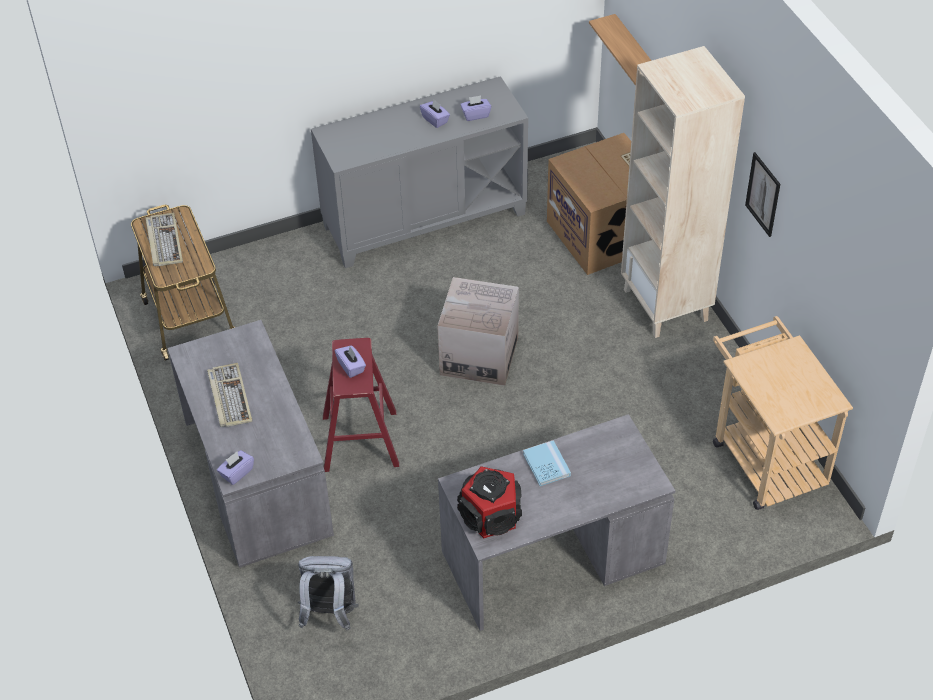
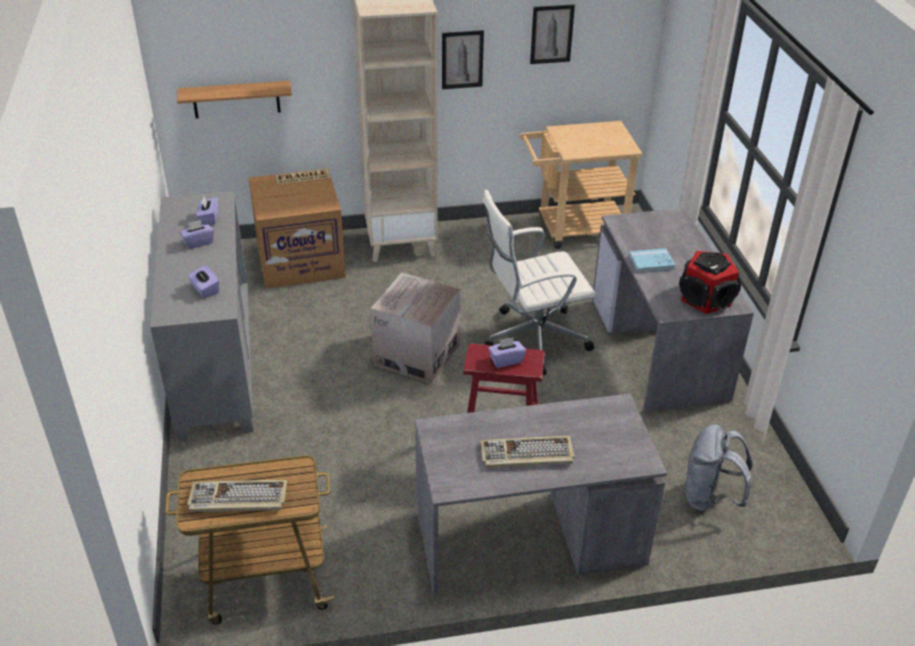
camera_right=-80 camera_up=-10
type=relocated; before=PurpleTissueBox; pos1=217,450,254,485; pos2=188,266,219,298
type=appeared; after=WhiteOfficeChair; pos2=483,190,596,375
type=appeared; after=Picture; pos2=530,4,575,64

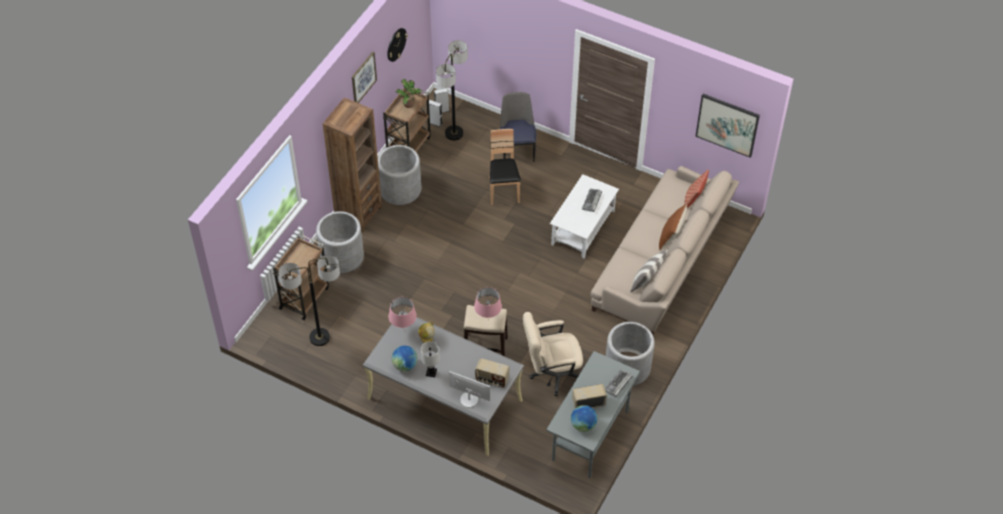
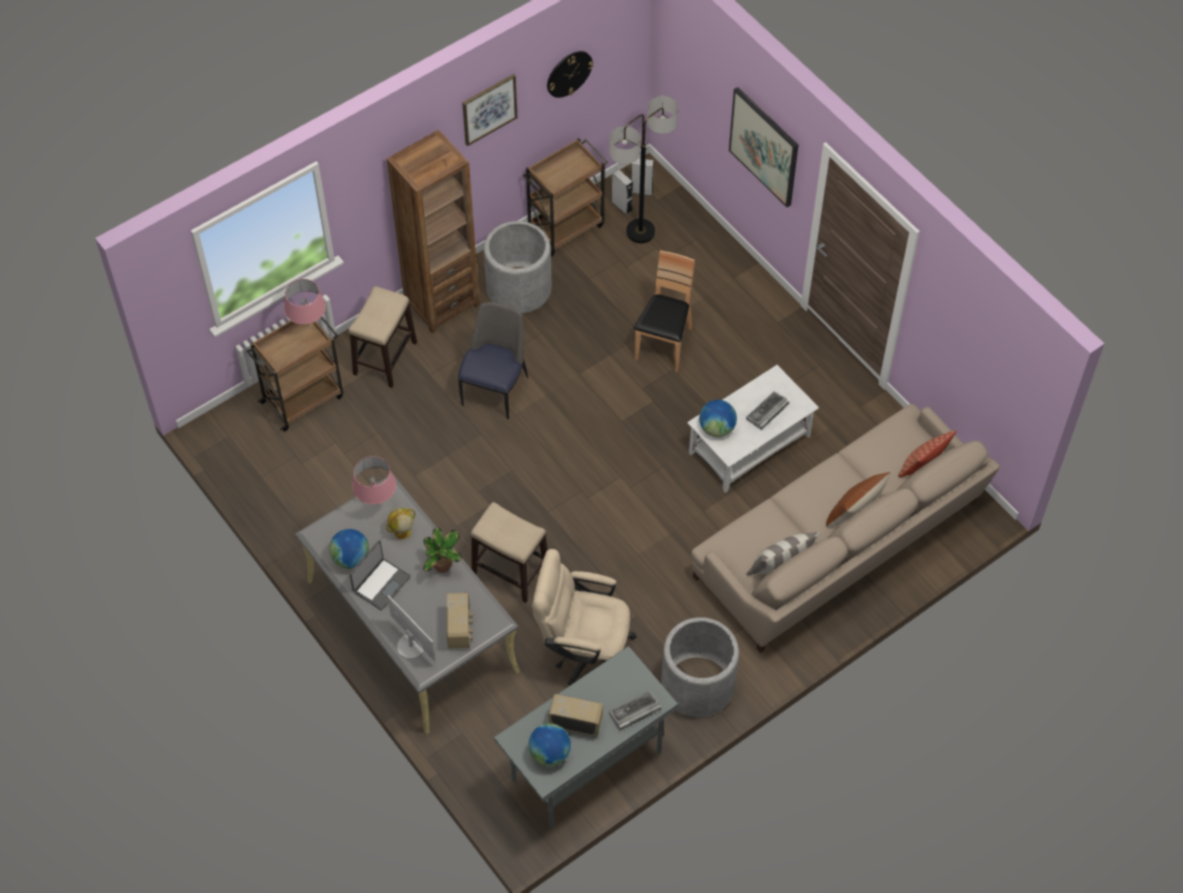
camera_right=25 camera_up=5
type=relocated; before=PinkTableLamp; pos1=474,287,502,318; pos2=284,279,326,330
type=exchanged; before=GreyPlanter; after=Stool; pos1=316,211,364,273; pos2=349,286,417,388
type=exchanged; before=WhiteTableLamp; after=Laptop; pos1=421,341,440,377; pos2=349,540,411,610
type=relocated; before=PottedPlant; pos1=396,79,422,108; pos2=423,527,462,573
type=spun; before=Radio; pos1=475,358,510,387; pos2=447,593,473,649; turn=-135
type=relocated; before=Chair; pos1=500,92,536,162; pos2=458,302,528,419
type=appeared; after=Globe; pos2=699,400,737,437
type=relocated; before=Picture; pos1=695,94,760,158; pos2=729,87,799,207
type=missing; before=FloorLamp; pos1=278,255,340,346

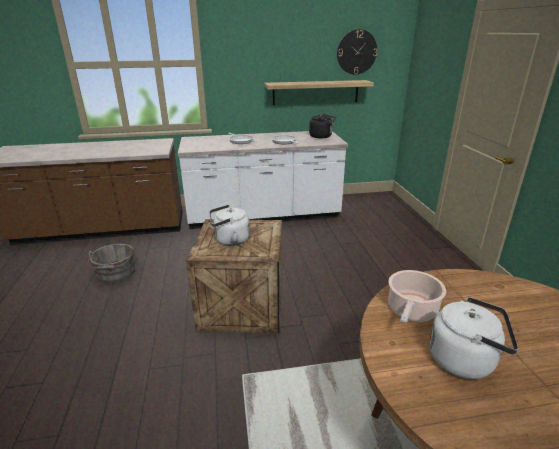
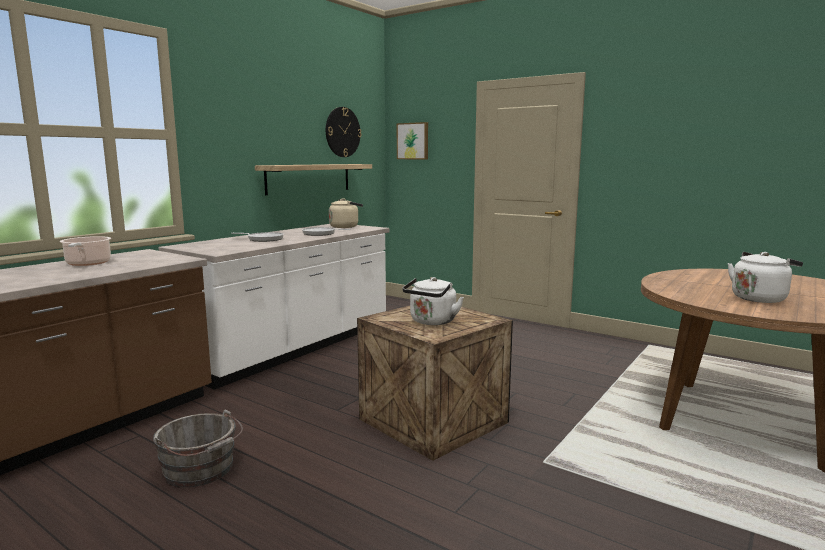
camera_right=-45 camera_up=-15
type=relocated; before=CookingPot; pos1=388,270,446,323; pos2=60,236,111,266
type=colour; before=BlackKettle; after=BeigeKettle; pos1=309,114,336,138; pos2=329,198,363,228
type=appeared; after=Picture; pos2=397,122,428,159

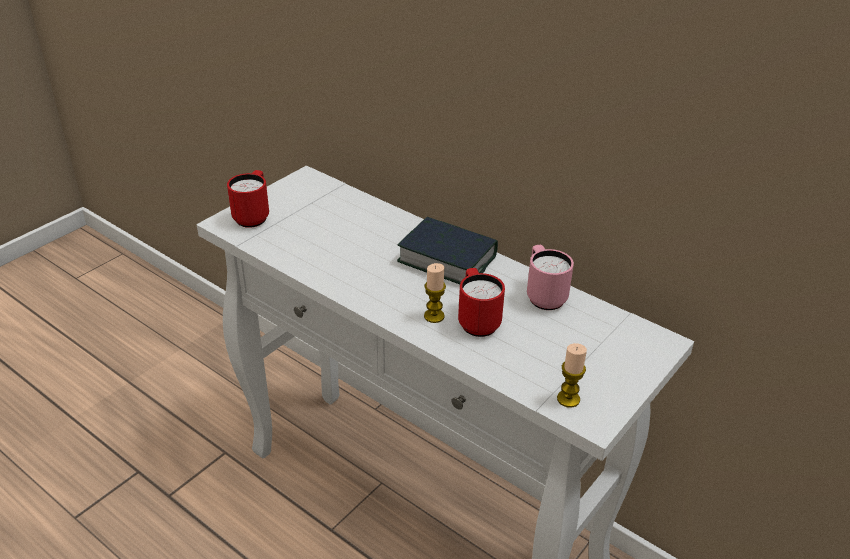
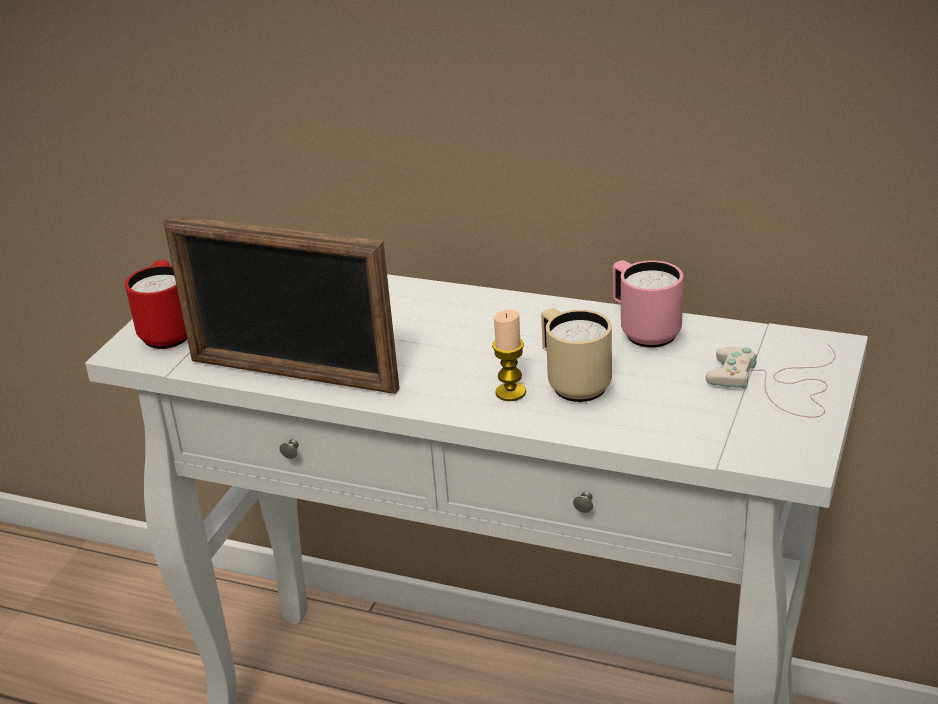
camera_right=-15 camera_up=-5
type=appeared; after=PictureFrame; pos2=163,215,400,394
type=colour; before=RedMug; after=BeigeMug; pos1=458,268,505,337; pos2=541,308,612,402
type=appeared; after=WhiteGameController; pos2=706,344,835,418
type=missing; before=Book; pos1=397,217,498,285
type=missing; before=Candle; pos1=557,343,587,408

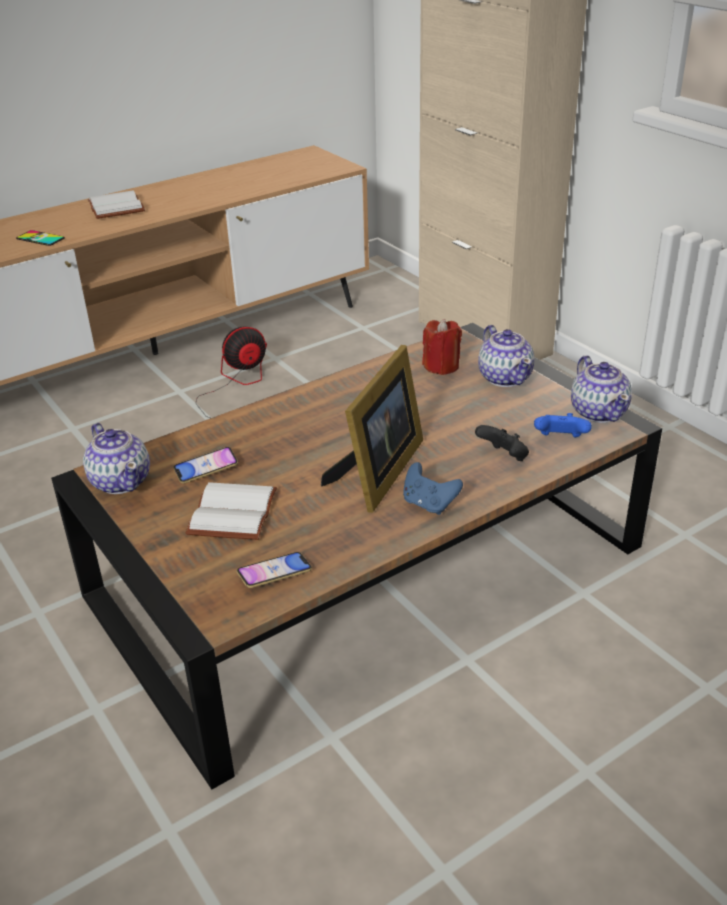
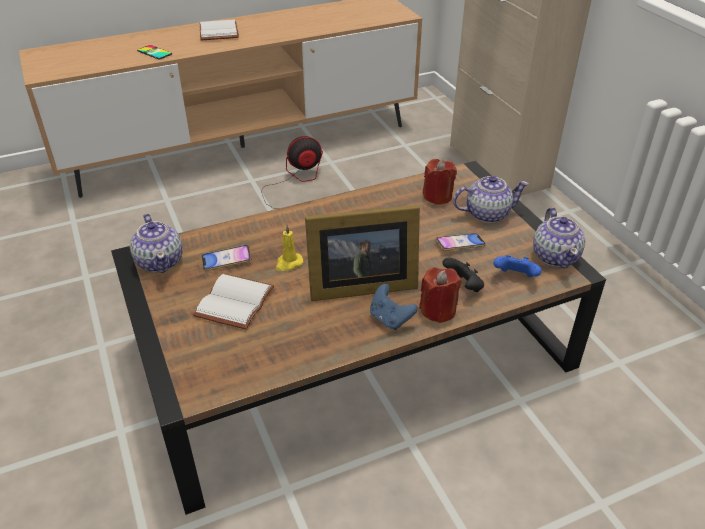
camera_right=10 camera_up=5
type=appeared; after=YellowCandle; pos2=276,225,303,271
type=spun; before=PictureFrame; pos1=321,345,423,513; pos2=305,205,420,301; turn=45
type=appeared; after=RedCandle; pos2=419,267,461,323
type=relocated; before=Phone; pos1=236,552,312,588; pos2=436,233,486,251
type=spun; before=Teapot; pos1=478,325,534,387; pos2=453,176,529,223; turn=-90

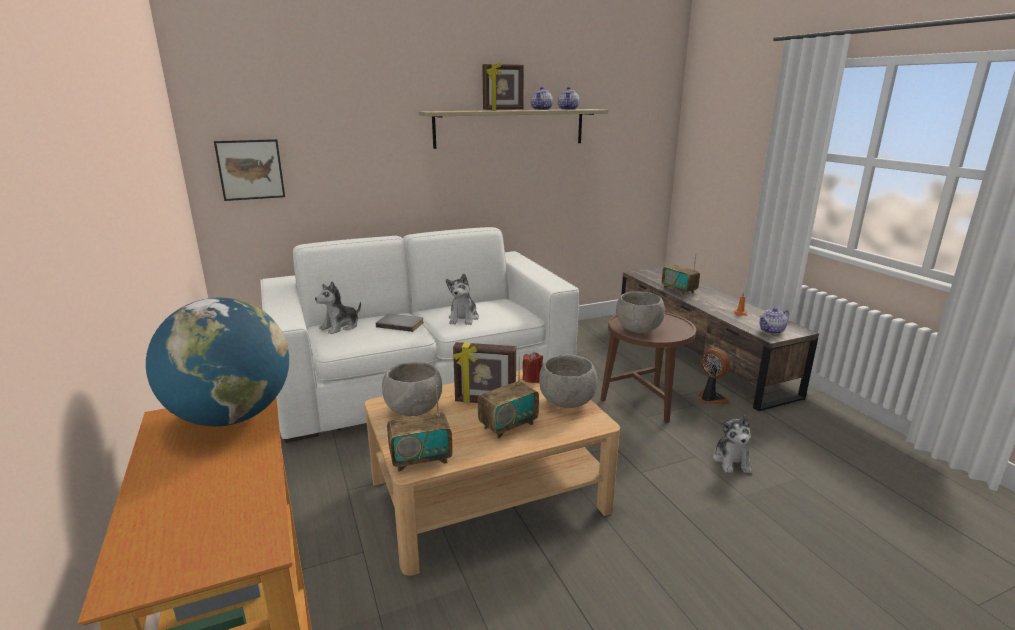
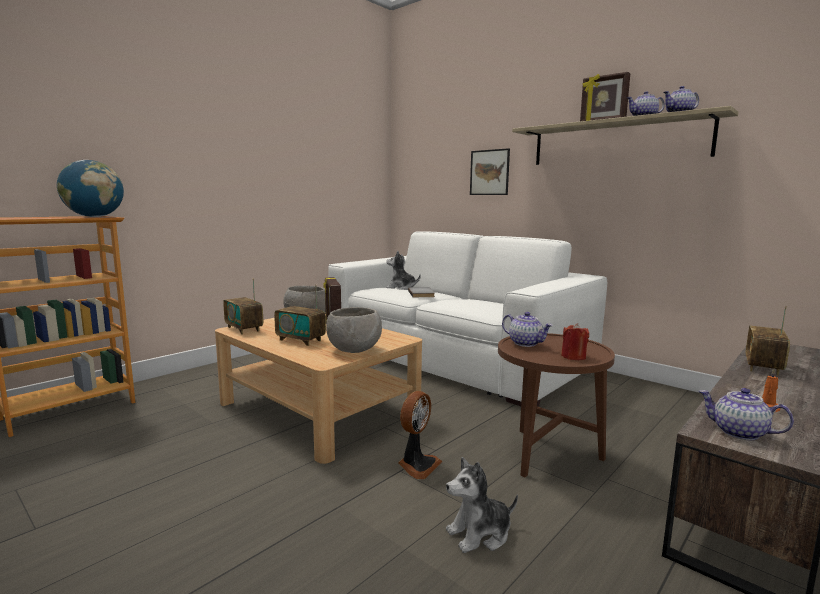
camera_right=65 camera_up=-10
type=relocated; before=Fan; pos1=698,348,730,405; pos2=398,391,442,479
type=relocated; before=Picture; pos1=214,139,285,201; pos2=470,148,510,195
type=exchanged; before=GreyBowl; after=Teapot; pos1=616,291,665,333; pos2=502,312,553,347
type=relocated; before=RedCandle; pos1=522,352,543,383; pos2=561,323,589,360
type=missing; before=PlushToy; pos1=446,274,479,325

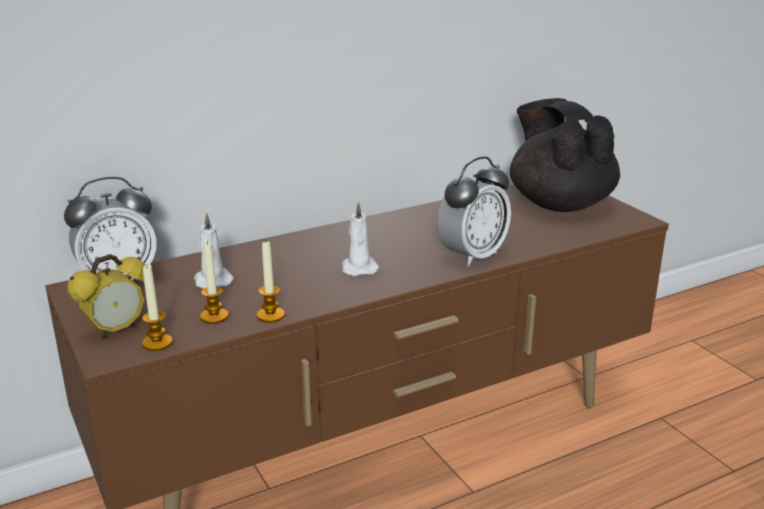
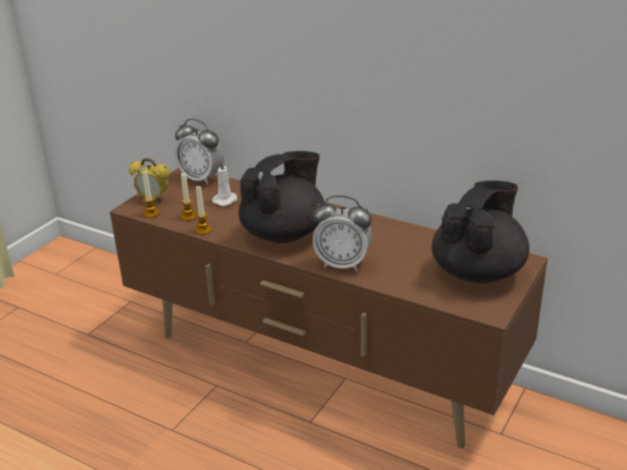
camera_right=60 camera_up=5
type=exchanged; before=WhiteCandle; after=BlackTeapot; pos1=341,201,379,276; pos2=239,151,324,243

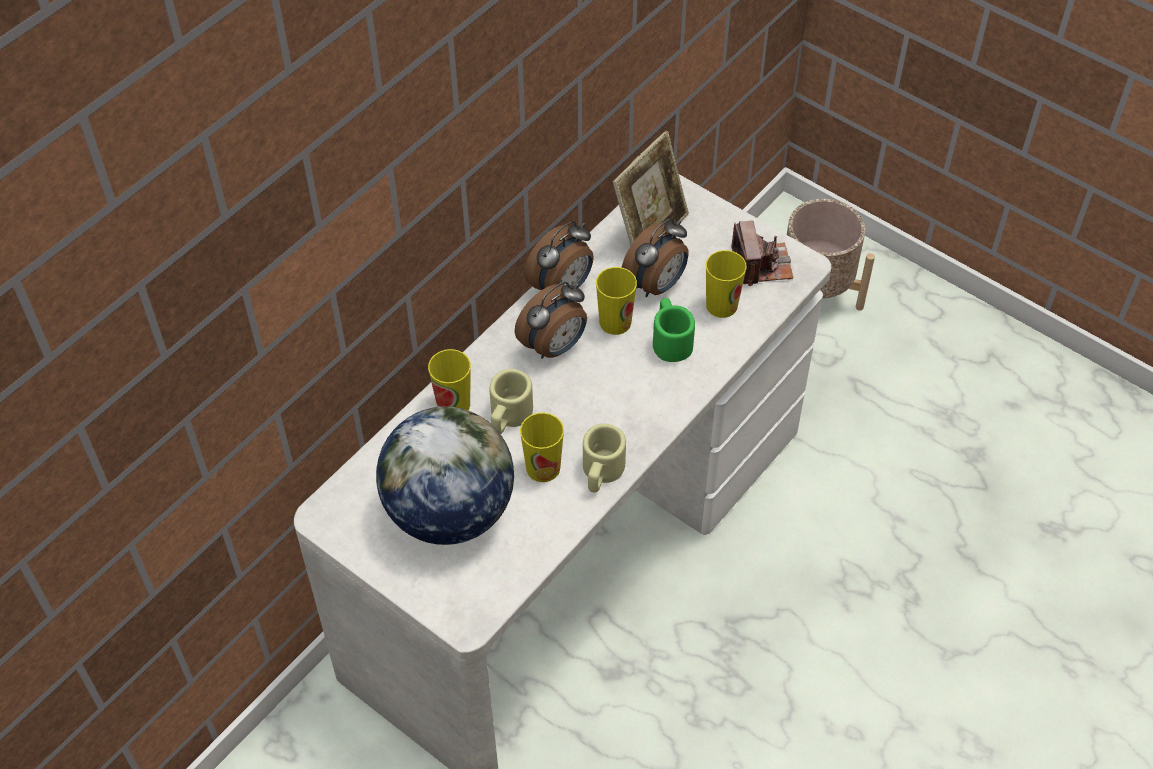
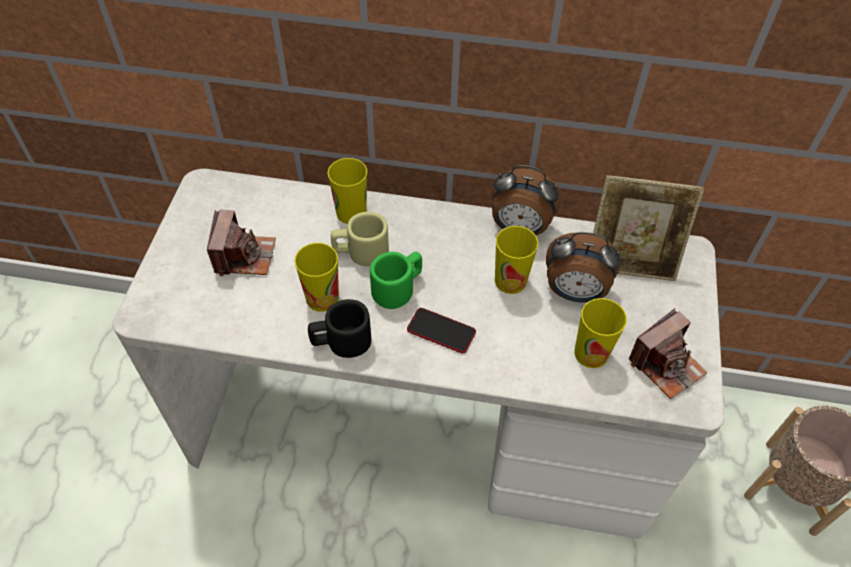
camera_right=60 camera_up=0
type=exchanged; before=Globe; after=PhotoCamera; pos1=376,406,514,545; pos2=207,209,276,276
type=colour; before=BeigeMug; after=BlackMug; pos1=583,424,626,493; pos2=308,299,371,358
type=relocated; before=GreenMug; pos1=653,298,695,362; pos2=370,252,422,309
type=appeared; after=Phone; pos2=407,308,476,353
type=missing; before=AlarmClock; pos1=514,282,587,359

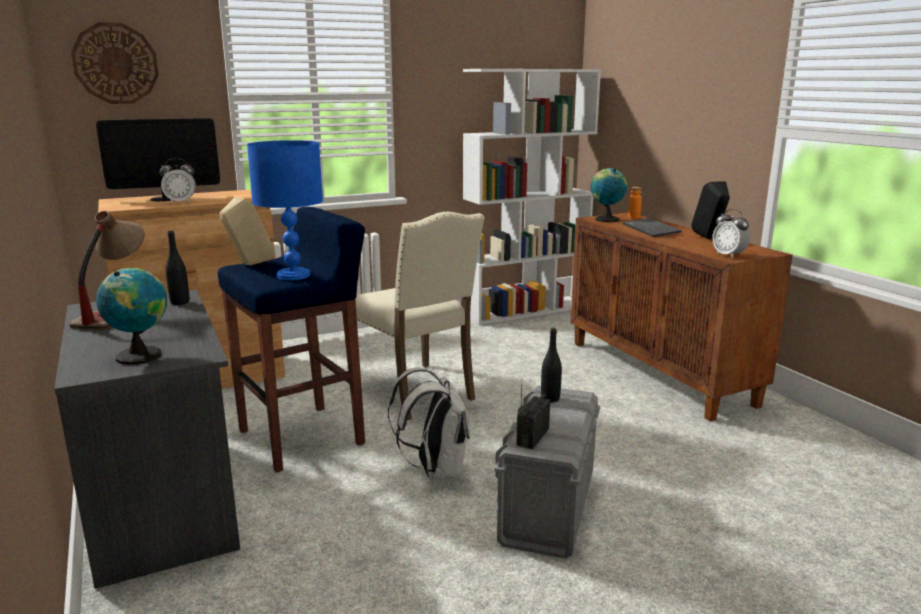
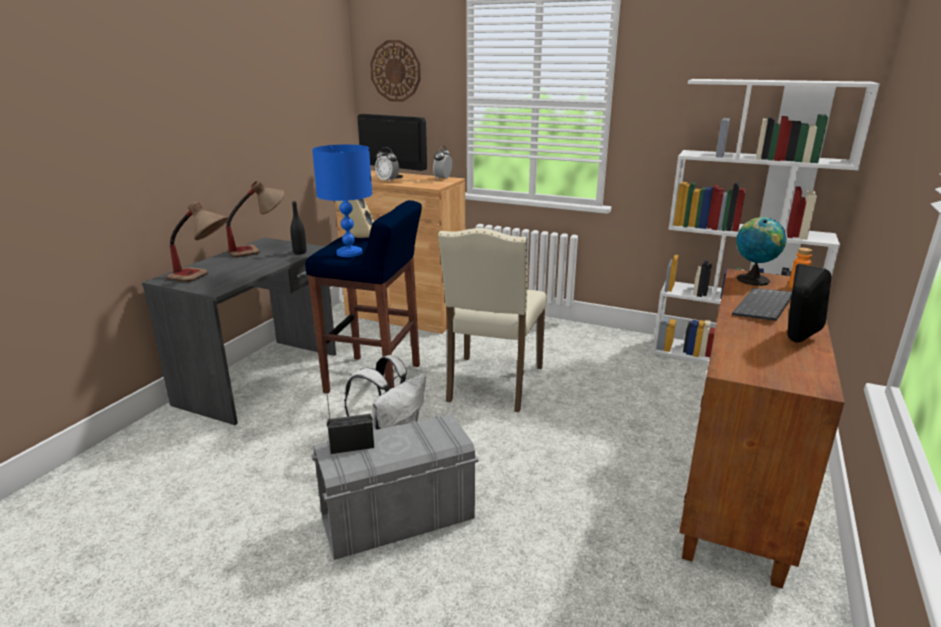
camera_right=50 camera_up=5
type=exchanged; before=Globe; after=TableLamp; pos1=96,268,167,365; pos2=167,201,228,282
type=relocated; before=AlarmClock; pos1=712,209,750,259; pos2=433,146,452,179
type=missing; before=BlackBottle; pos1=541,327,562,402

